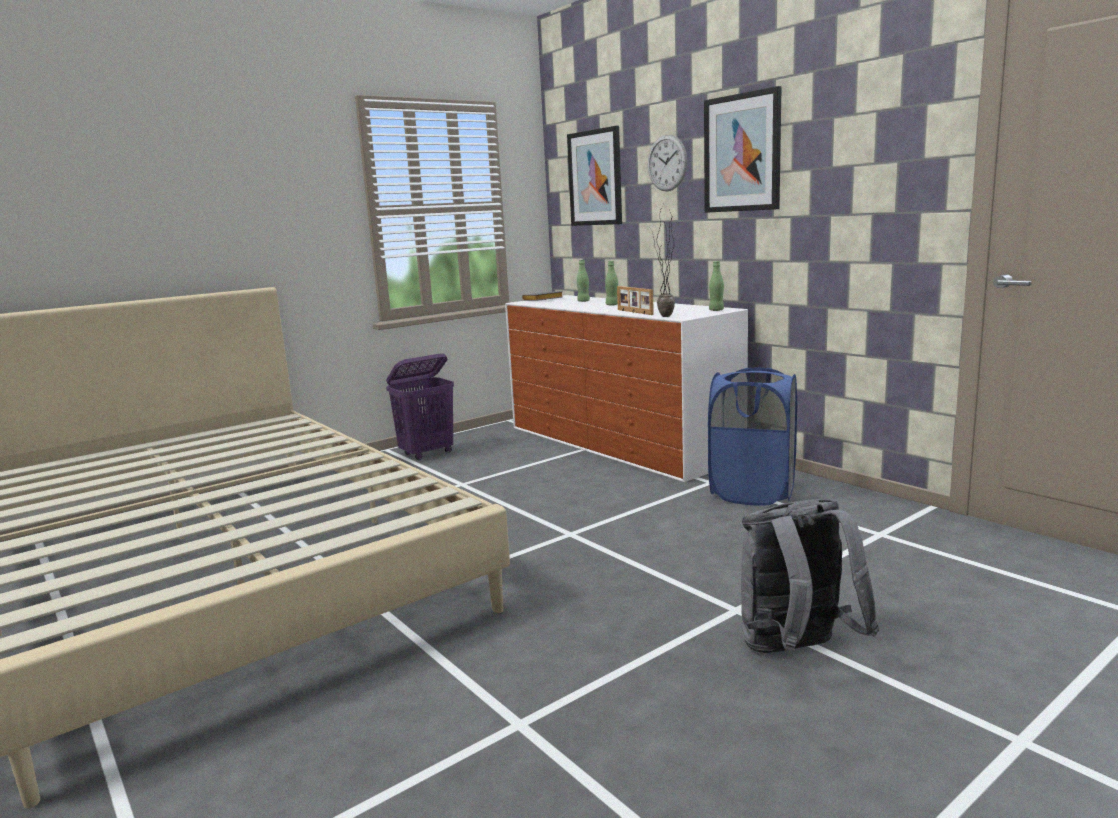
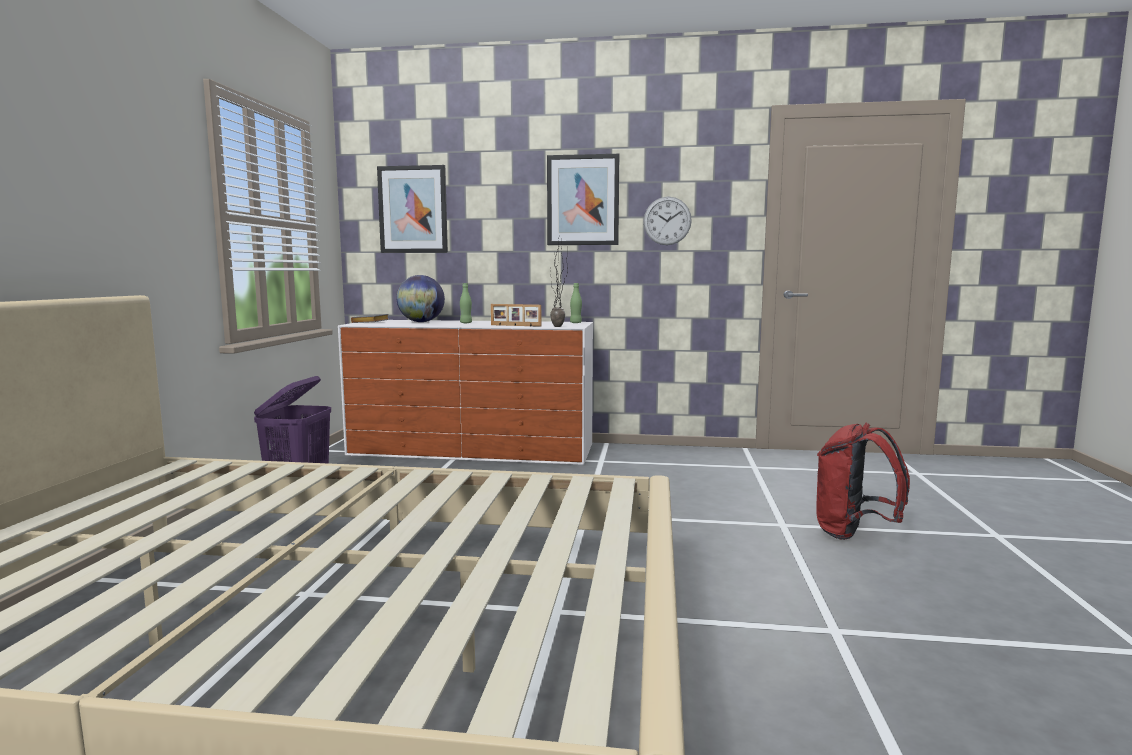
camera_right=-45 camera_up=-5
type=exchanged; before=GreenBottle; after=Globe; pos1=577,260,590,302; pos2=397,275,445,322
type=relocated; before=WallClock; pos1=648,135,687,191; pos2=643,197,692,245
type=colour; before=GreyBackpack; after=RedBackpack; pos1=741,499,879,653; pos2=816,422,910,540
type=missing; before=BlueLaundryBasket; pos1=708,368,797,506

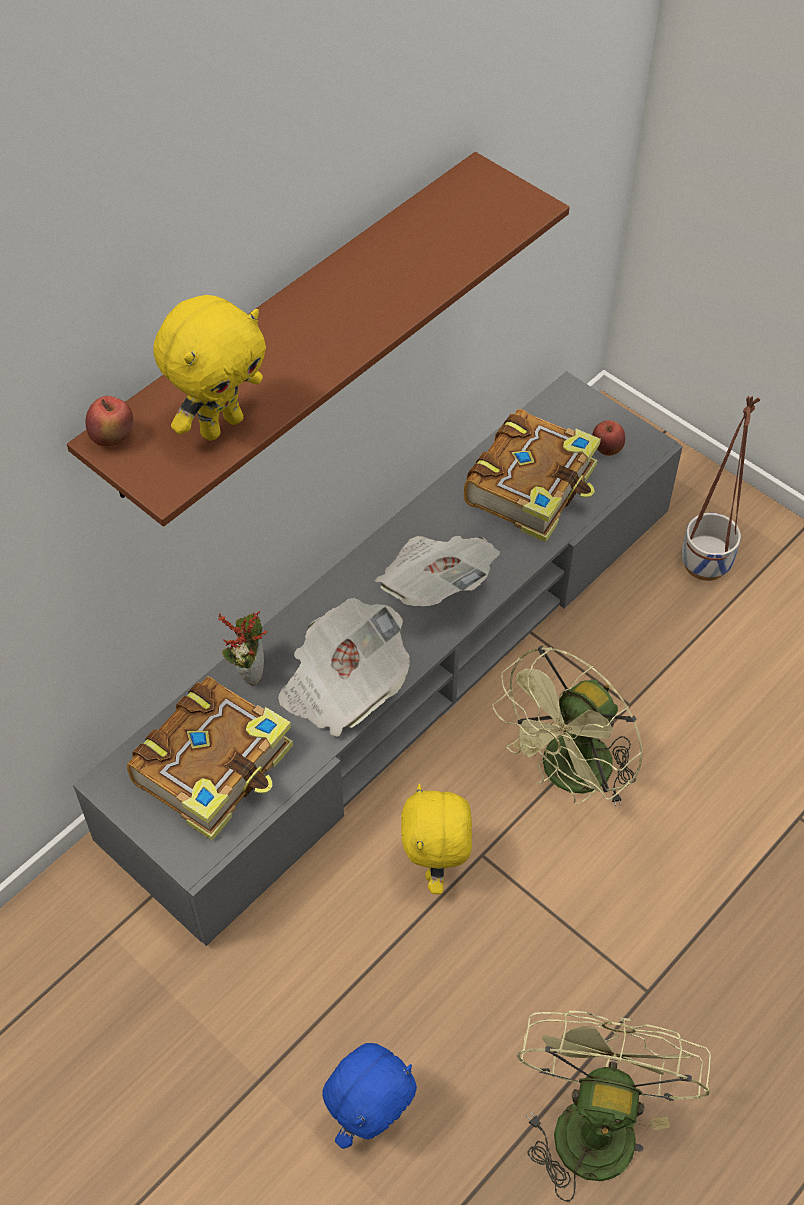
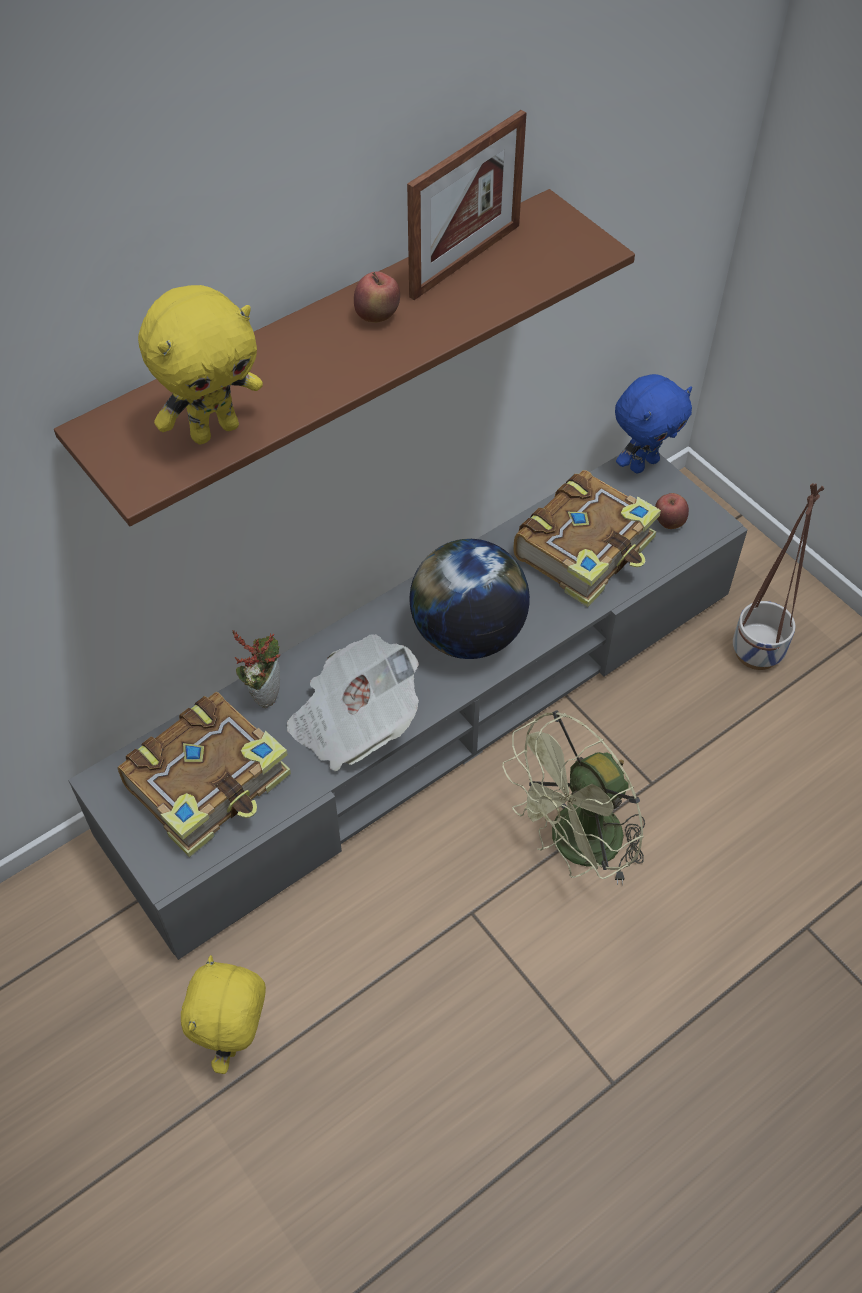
camera_right=10 camera_up=0
type=relocated; before=YellowPlushToy; pos1=401,784,472,894; pos2=181,955,266,1074
type=relocated; before=Apple; pos1=86,396,133,447; pos2=354,271,400,323
type=appeared; after=PictureFrame; pos2=407,110,527,300
type=exchanged; before=Newspaper; after=Globe; pos1=375,536,500,606; pos2=410,539,530,659
type=relocated; before=BluePlushToy; pos1=322,1043,417,1149; pos2=615,374,692,473
type=missing; before=GreenFan; pos1=517,1011,711,1202

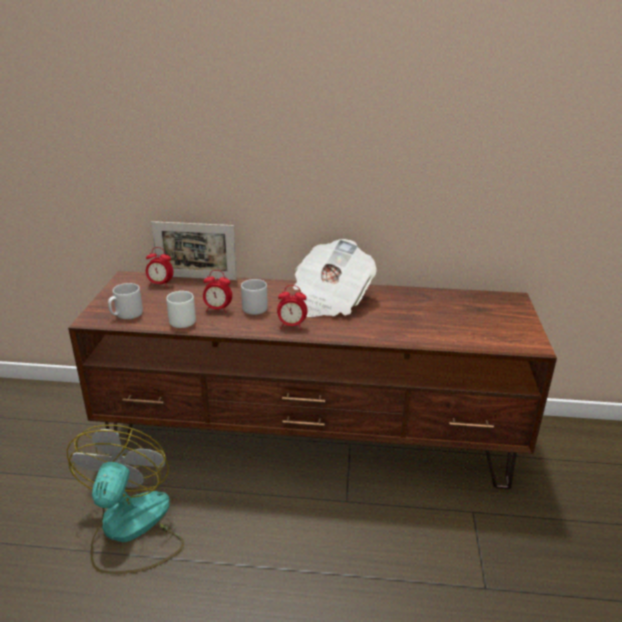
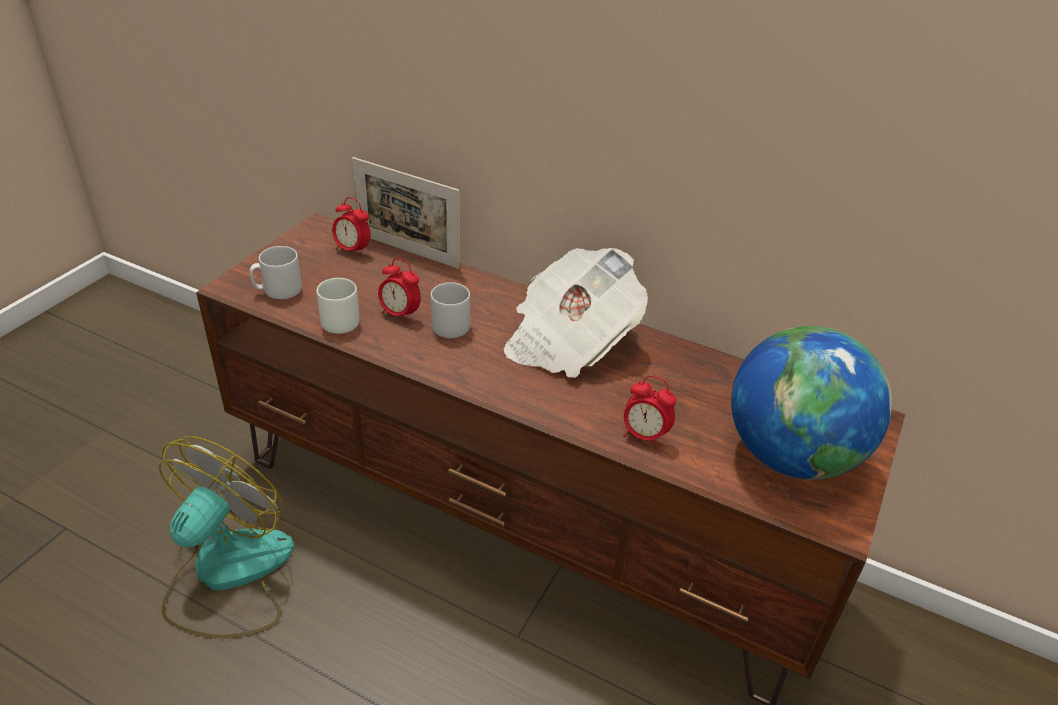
camera_right=20 camera_up=10
type=relocated; before=AlarmClock; pos1=277,285,308,330; pos2=624,376,677,449
type=appeared; after=Globe; pos2=731,326,892,479

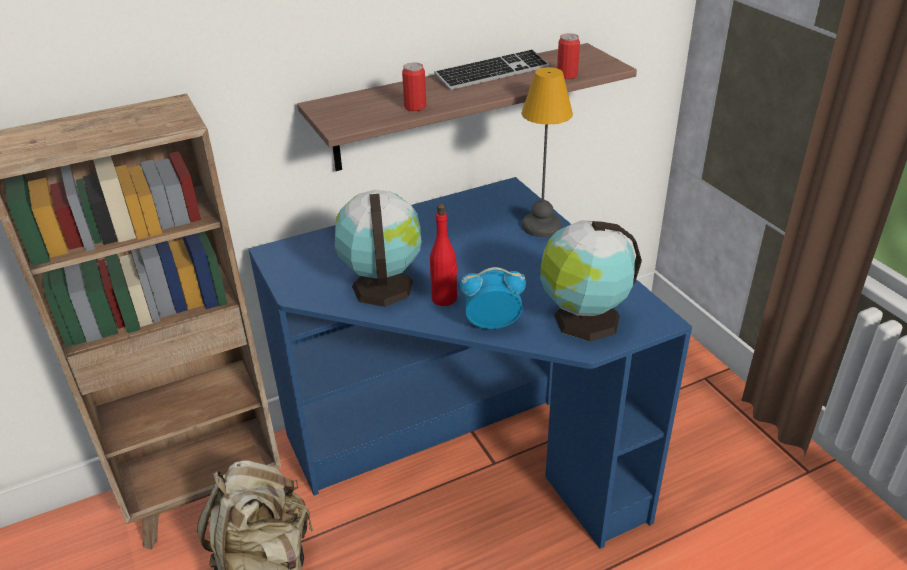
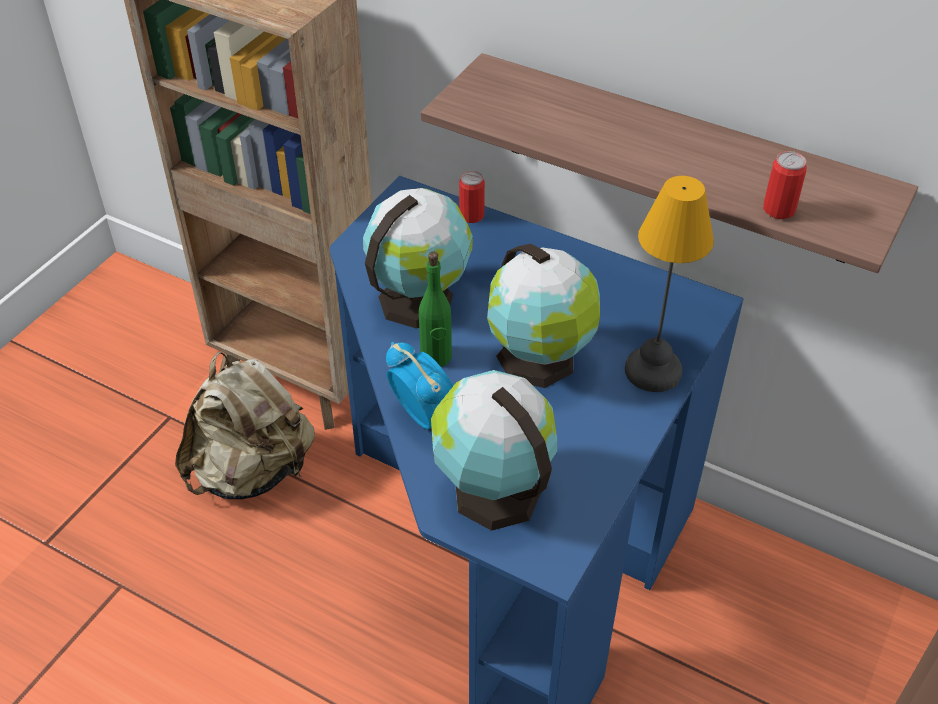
camera_right=55 camera_up=10
type=colour; before=RedBottle; after=GreenBottle; pos1=430,204,457,306; pos2=419,252,452,367
type=relocated; before=Can; pos1=402,62,426,111; pos2=459,171,485,223
type=appeared; after=Globe; pos2=487,244,600,388
type=missing; before=Keyboard; pos1=434,49,550,90

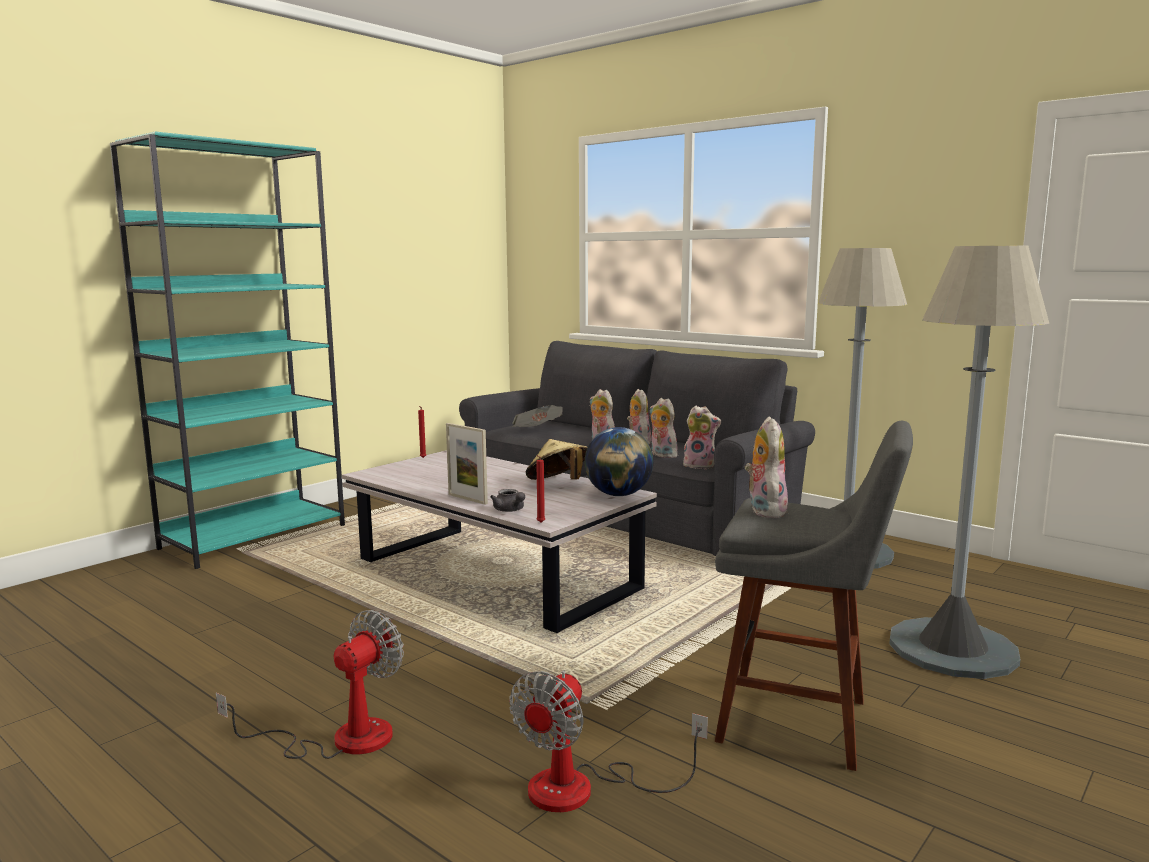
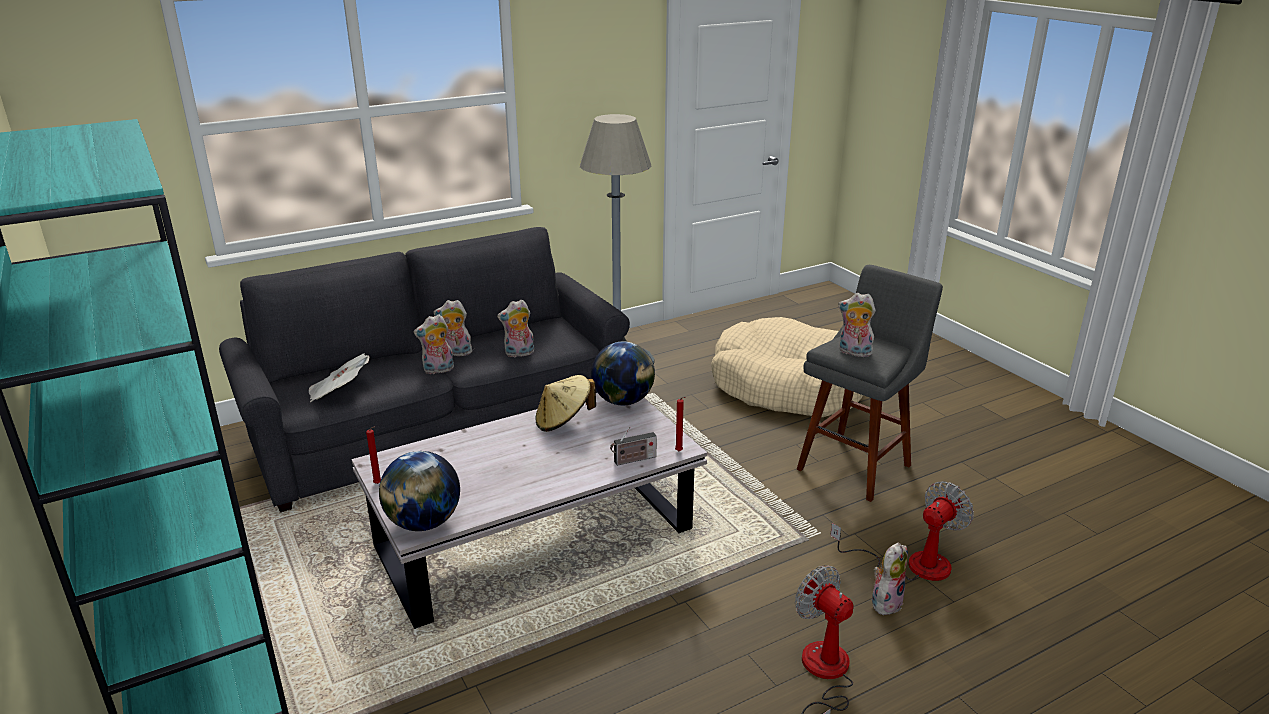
camera_right=-70 camera_up=15
type=appeared; after=Globe; pos2=379,451,460,531
type=exchanged; before=GreyTeapot; after=Radio; pos1=490,489,525,512; pos2=610,427,657,466
type=exchanged; before=GreyFloorLamp; after=BeigeDogBed; pos1=889,246,1049,679; pos2=711,317,863,417
type=spun; before=Fan; pos1=509,671,708,812; pos2=830,481,974,581; turn=-90
type=relocated; before=PlushToy; pos1=681,405,721,469; pos2=872,543,908,615
type=missing; before=PictureFrame; pos1=446,423,488,505

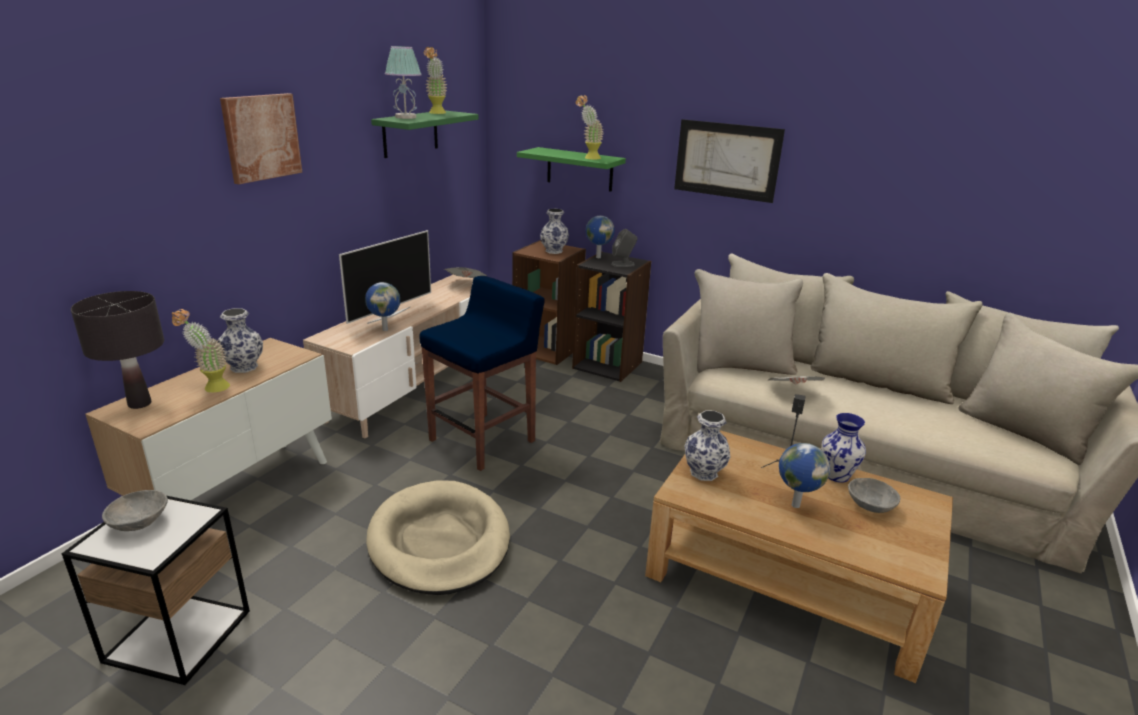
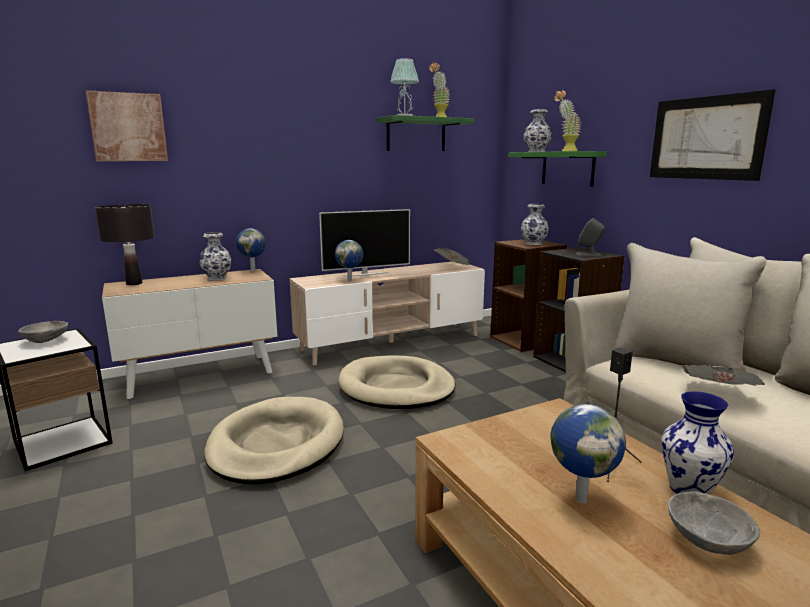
camera_right=35 camera_up=-10
type=relocated; before=Picture; pos1=220,93,302,184; pos2=85,90,168,161
type=relocated; before=Globe; pos1=586,216,615,258; pos2=236,228,266,271
type=exchanged; before=BlueStool; after=BeigeDogBed; pos1=419,276,545,471; pos2=338,355,455,409
type=relocated; before=Vase; pos1=684,410,730,481; pos2=523,109,552,152
type=missing; before=PottedPlant; pos1=172,309,230,393

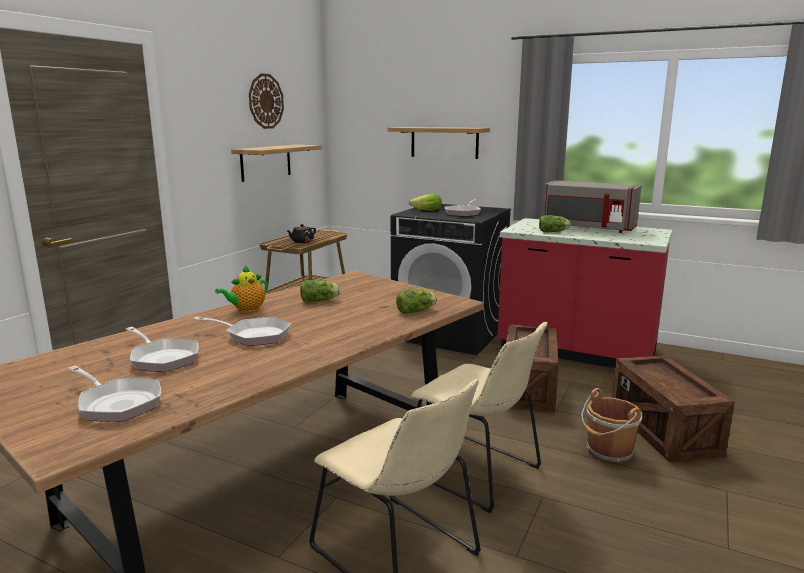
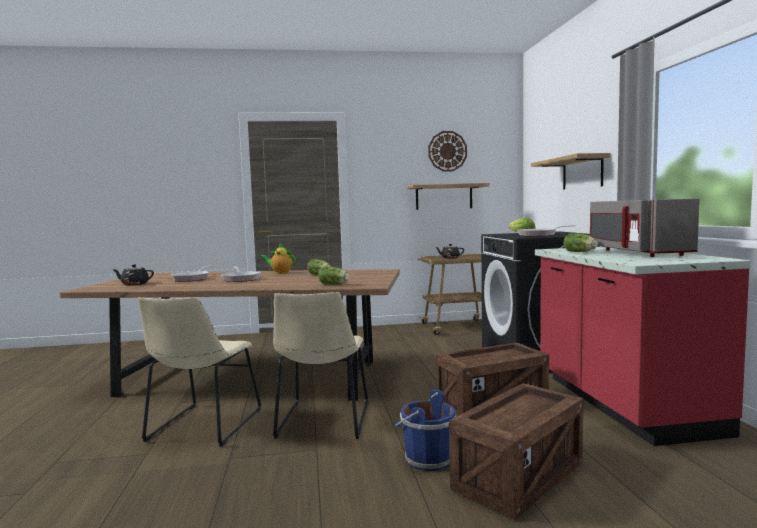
camera_right=55 camera_up=-10
type=exchanged; before=FryingPan; after=BlackTeapot; pos1=67,366,161,422; pos2=112,265,154,285
type=colour; before=BrownBucket; after=BlueBucket; pos1=581,388,642,463; pos2=394,389,456,471

